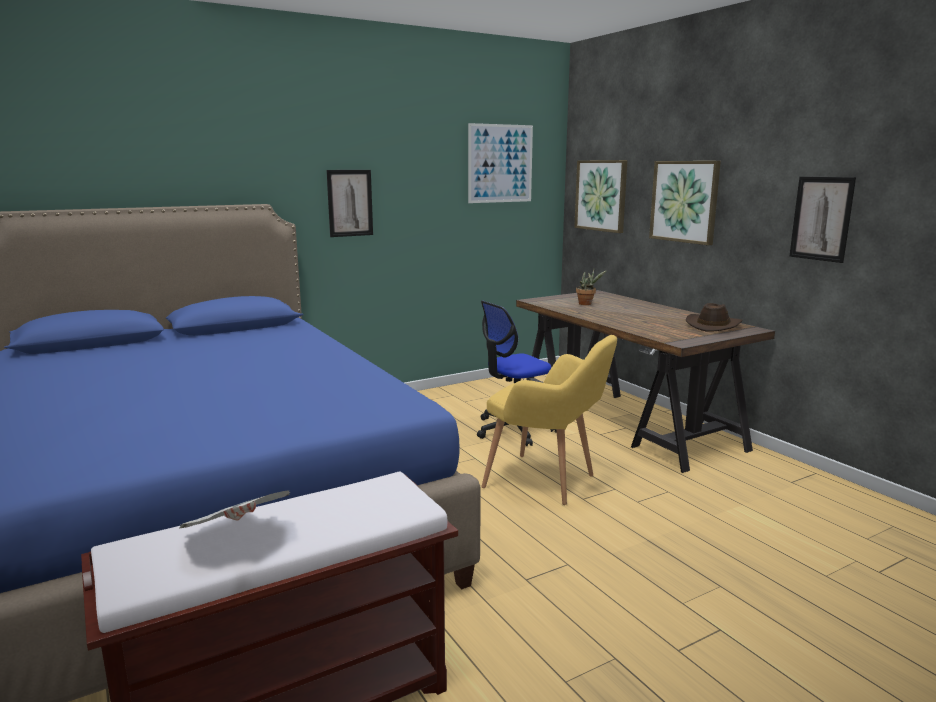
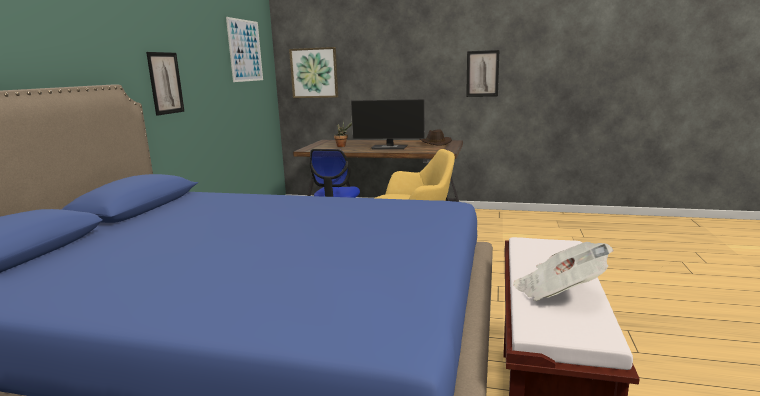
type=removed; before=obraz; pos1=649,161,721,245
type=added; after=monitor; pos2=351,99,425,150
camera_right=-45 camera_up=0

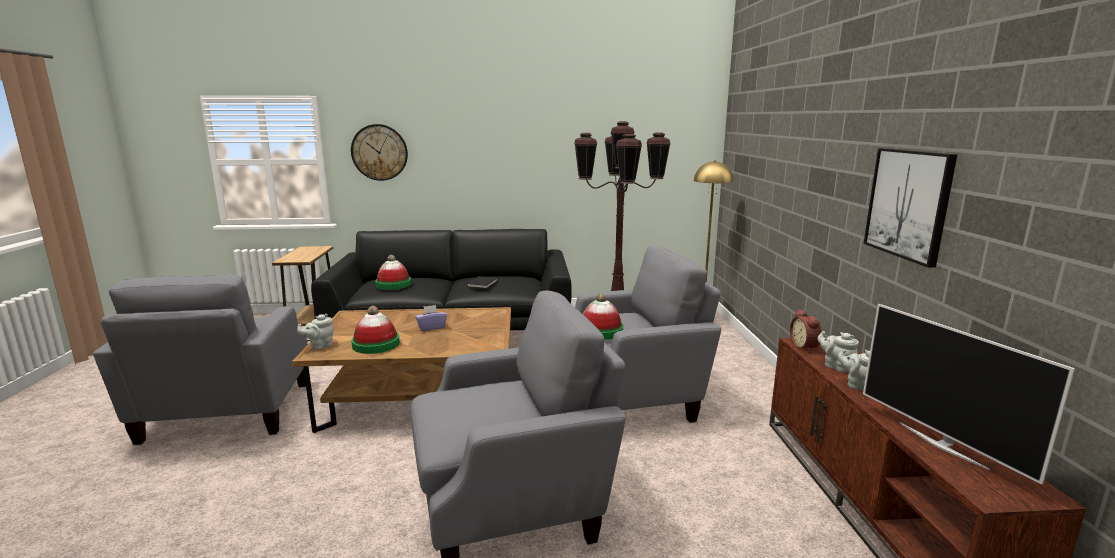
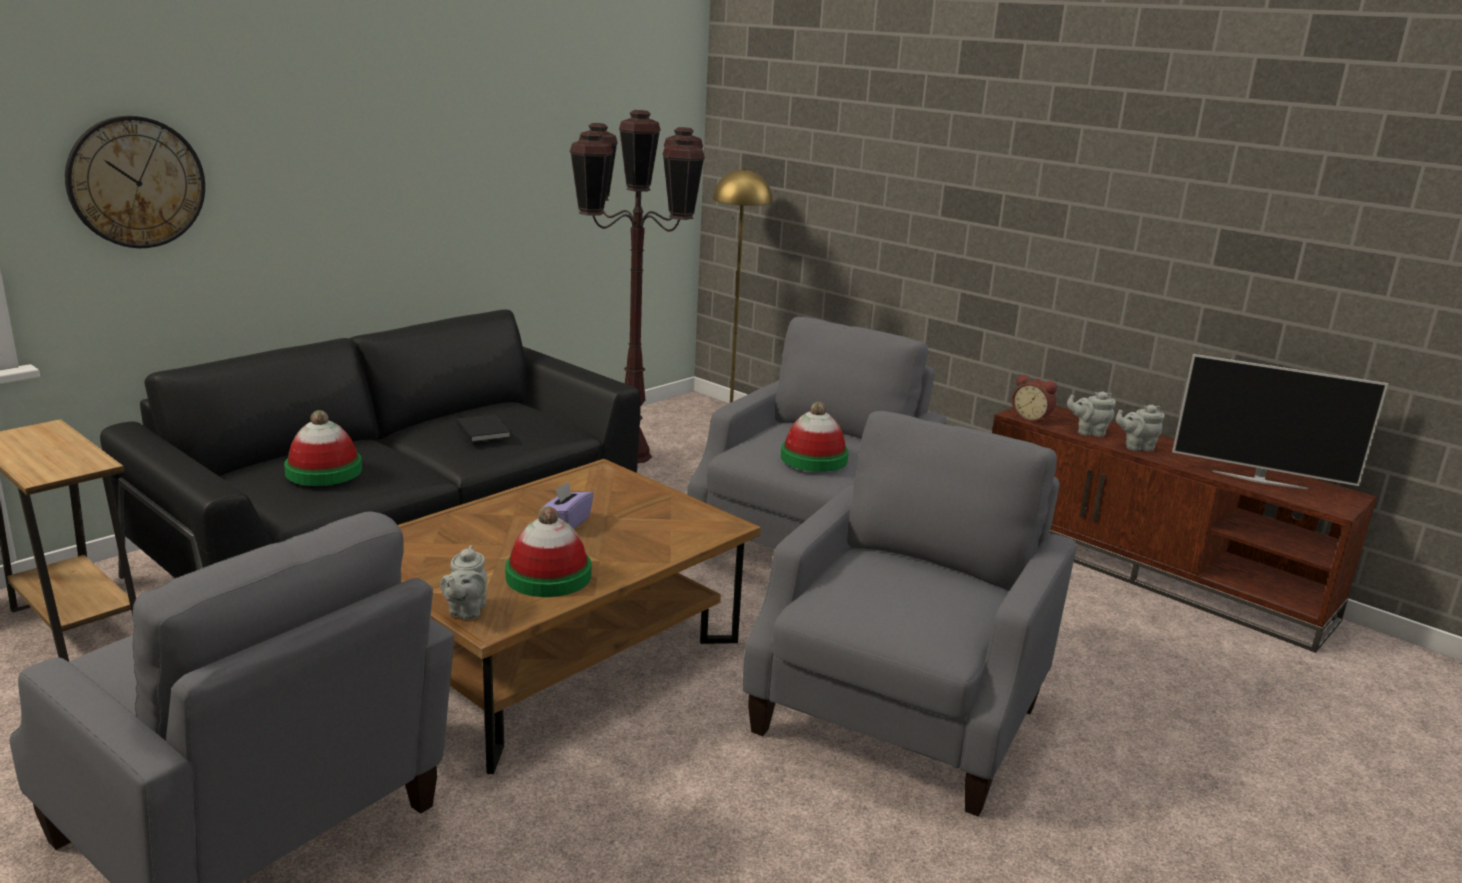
type=removed; before=obraz; pos1=863,148,957,268
camera_right=-45 camera_up=5

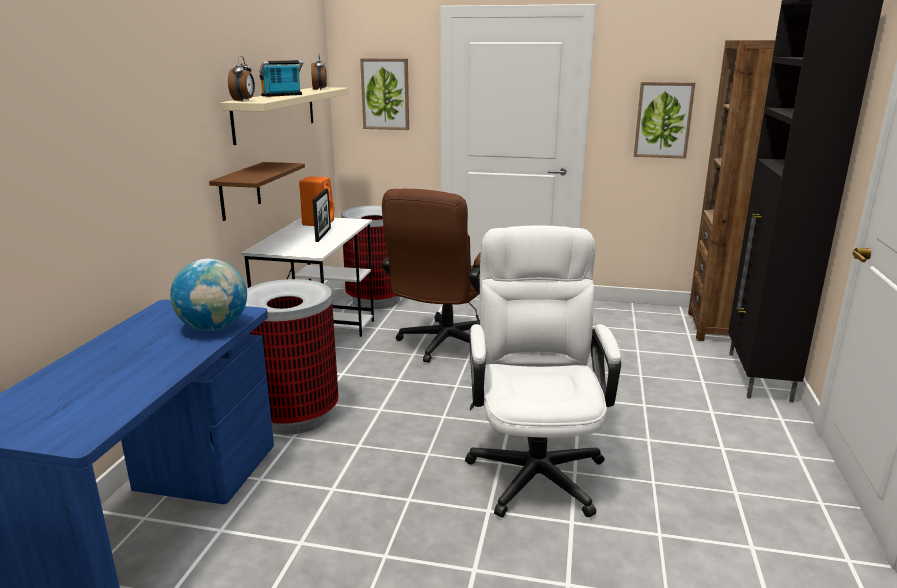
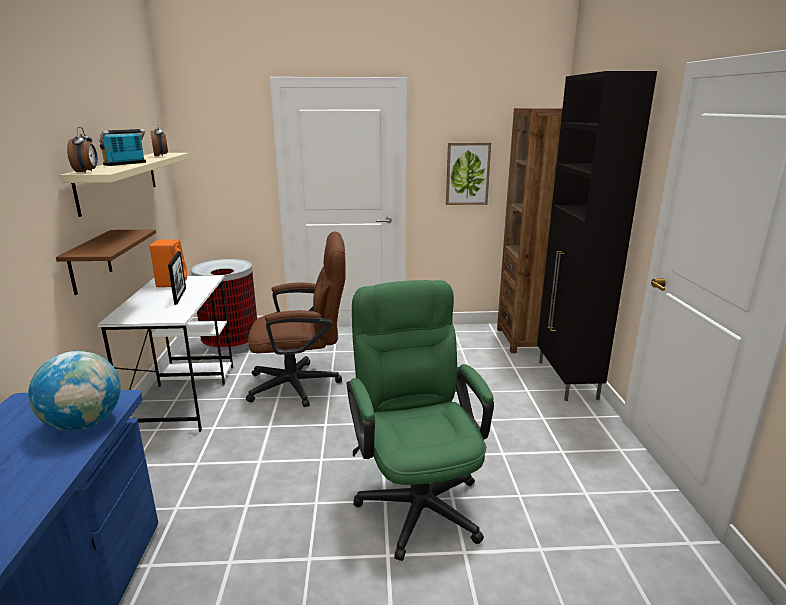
type=removed; before=kosz na śmieci; pos1=246,279,338,435
type=removed; before=obraz; pos1=360,58,409,130
type=turned; before=krzesło biurowe/brązowy; pos1=382,189,481,363; pos2=246,231,346,407; turn=-105
type=recoloured; before=krzesło biurowe/biały; after=krzesło biurowe/zielony; pos1=465,226,621,518; pos2=347,280,494,561
camera_right=-15 camera_up=0

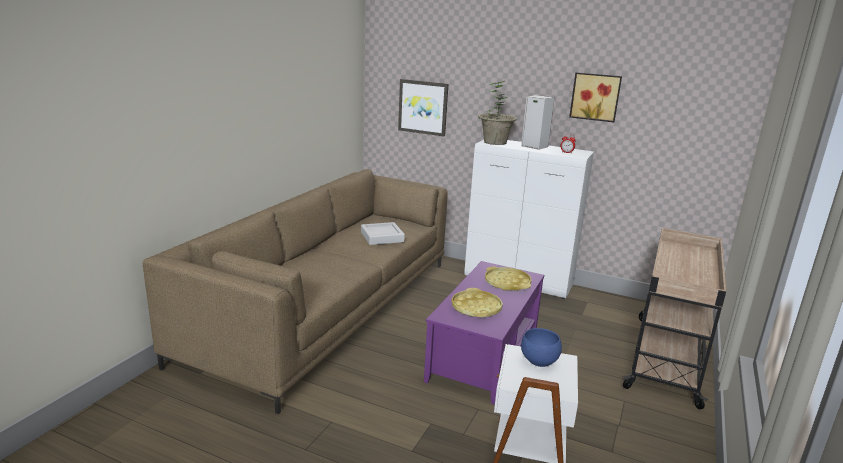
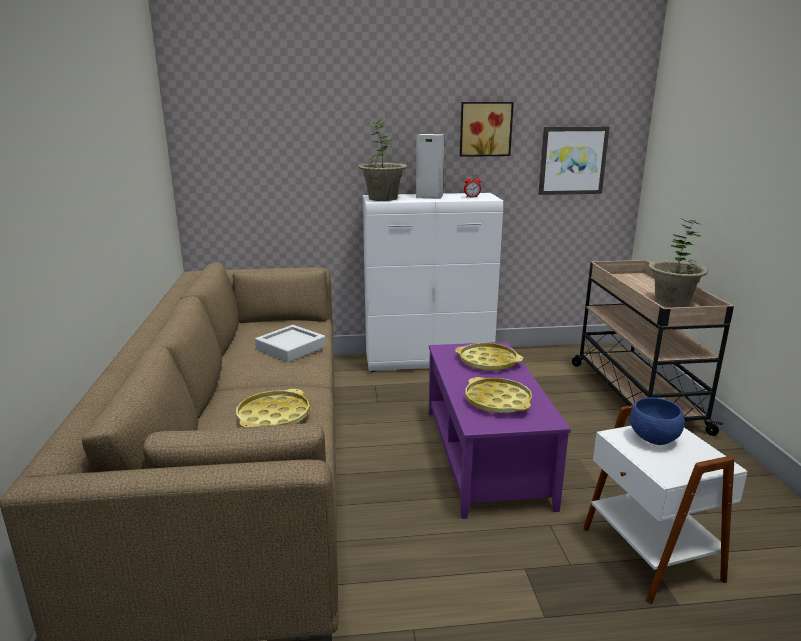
type=moved; before=obraz; pos1=398,79,448,136; pos2=539,126,610,195
type=added; after=taca/żółty; pos2=236,389,310,427
type=added; after=roślina doniczkowa; pos2=648,220,708,307
camera_right=-30 camera_up=0

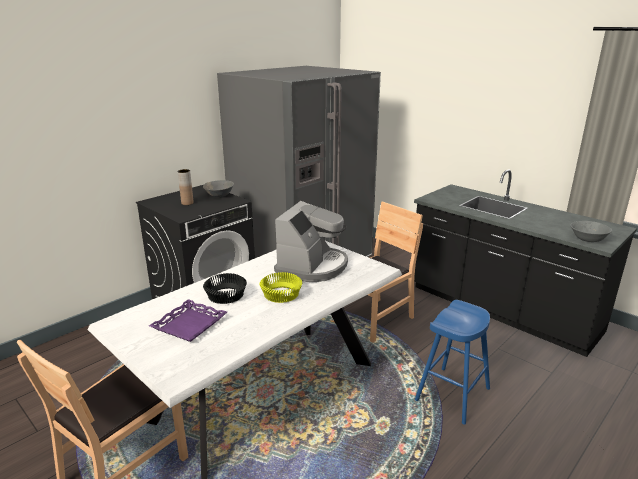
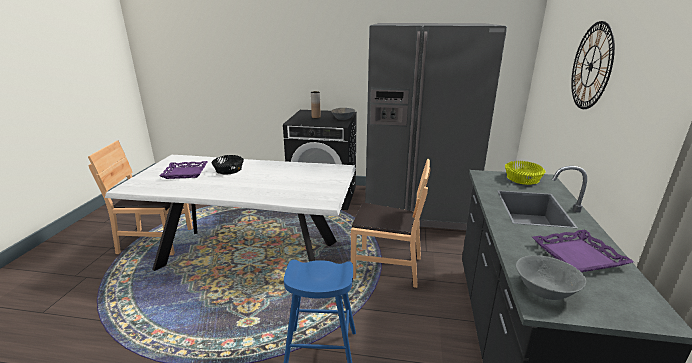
type=moved; before=miska/żółty; pos1=260,272,302,303; pos2=505,161,546,185
type=removed; before=ekspres do kawy; pos1=274,201,348,282
type=added; after=taca/fioletowy; pos2=532,229,634,272
type=added; after=zegar ścienny; pos2=571,21,615,109
camera_right=55 camera_up=0

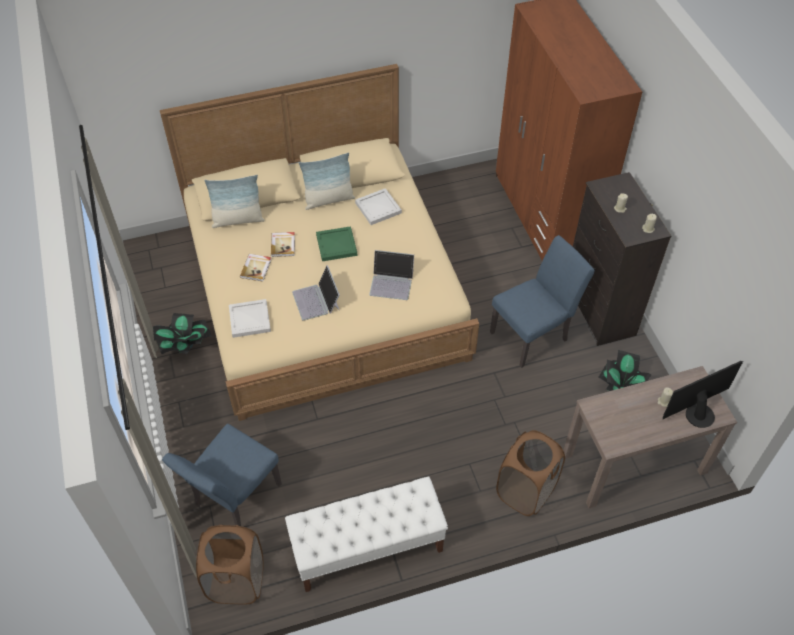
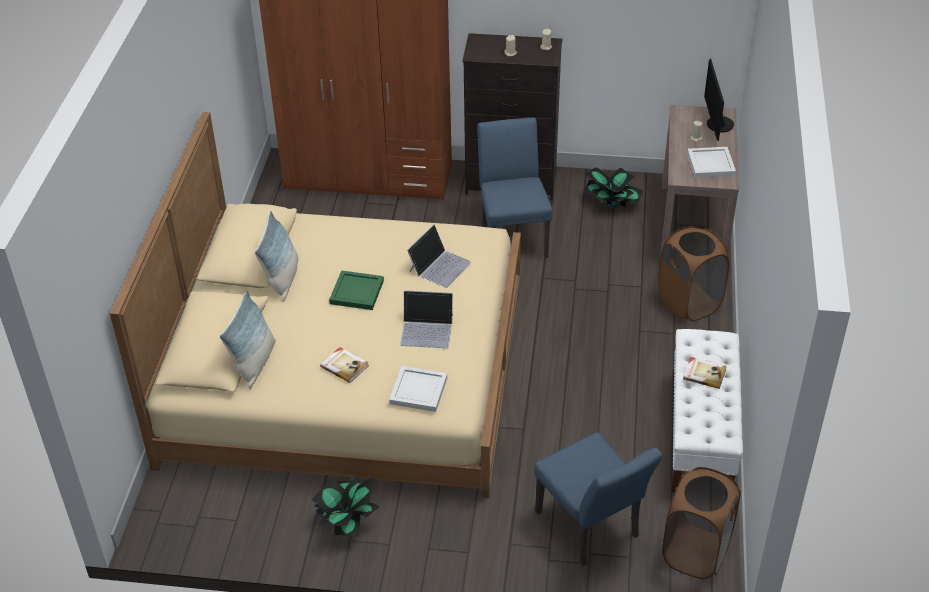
type=moved; before=książka; pos1=271,232,295,257; pos2=683,357,727,389
type=moved; before=taca/biały; pos1=355,188,402,225; pos2=687,147,736,178
camera_right=-65 camera_up=-10

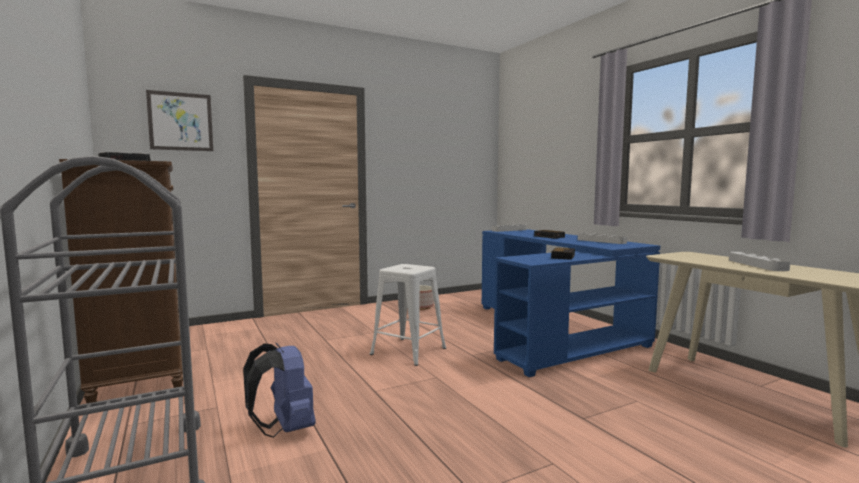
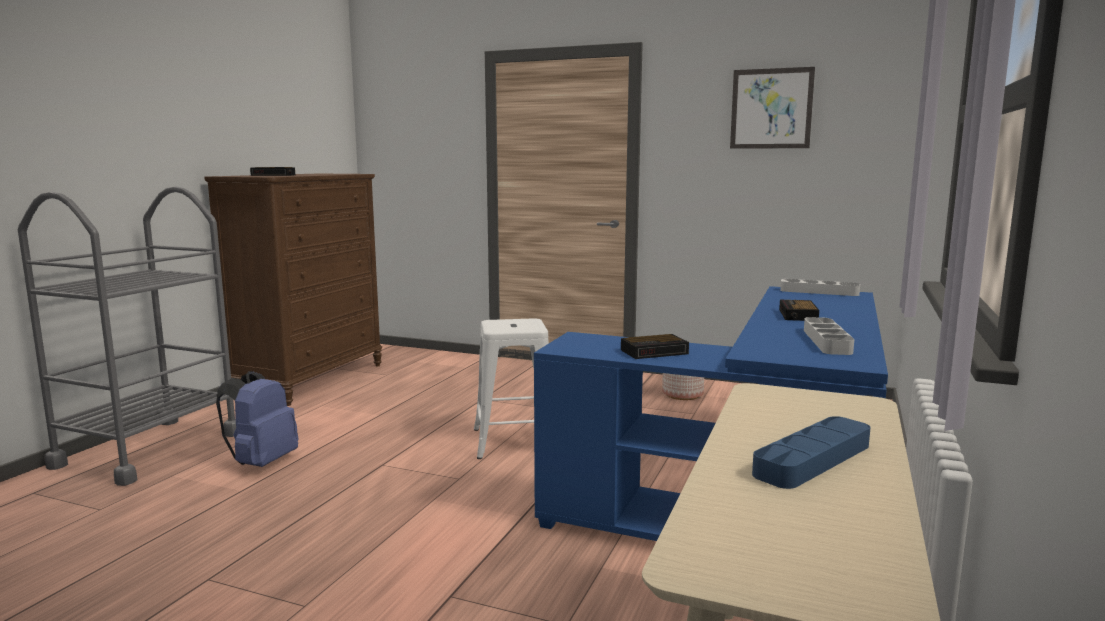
type=moved; before=obraz; pos1=146,90,213,151; pos2=730,67,815,149
type=recoloured; before=taca/szary; after=taca/niebieski; pos1=729,252,791,271; pos2=752,416,871,489
camera_right=50 camera_up=5

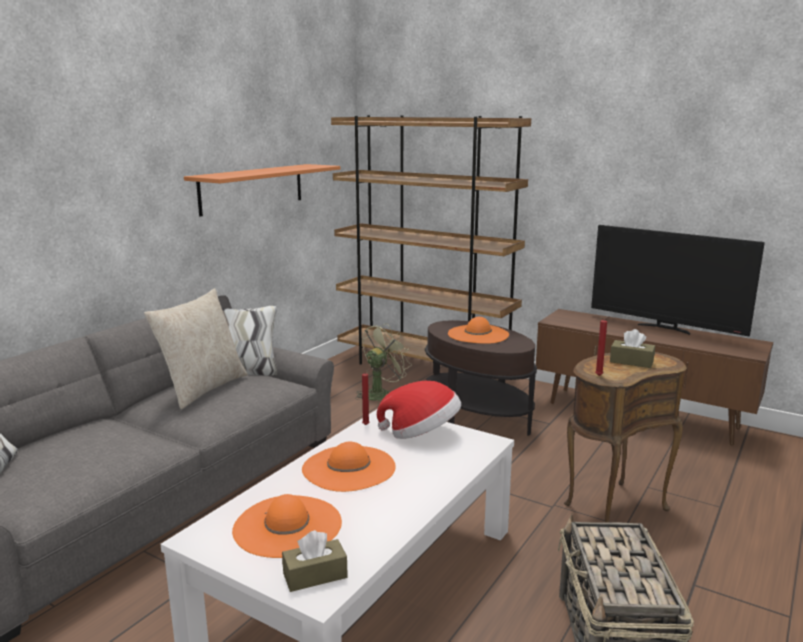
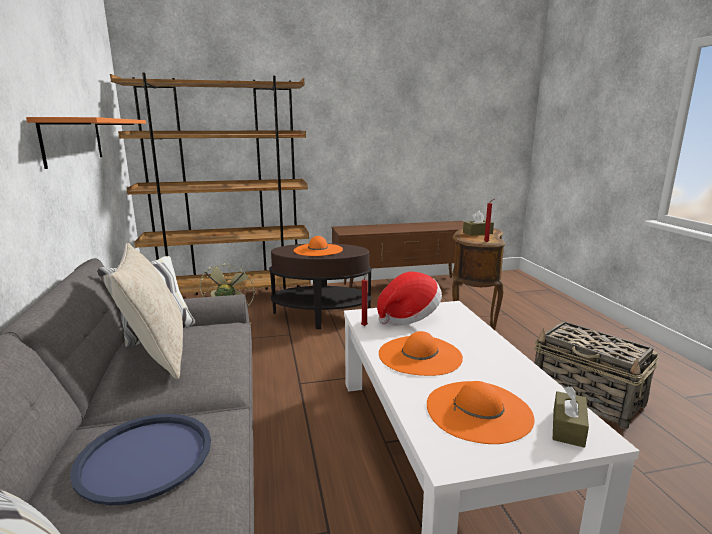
type=removed; before=telewizor; pos1=591,225,765,336
type=added; after=taca/niebieski; pos2=70,414,211,505
camera_right=-45 camera_up=0

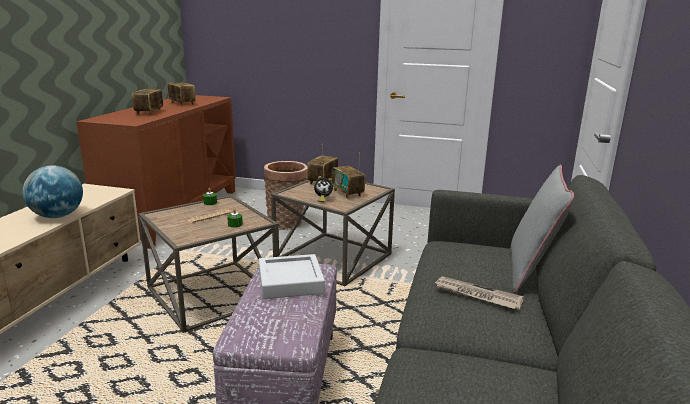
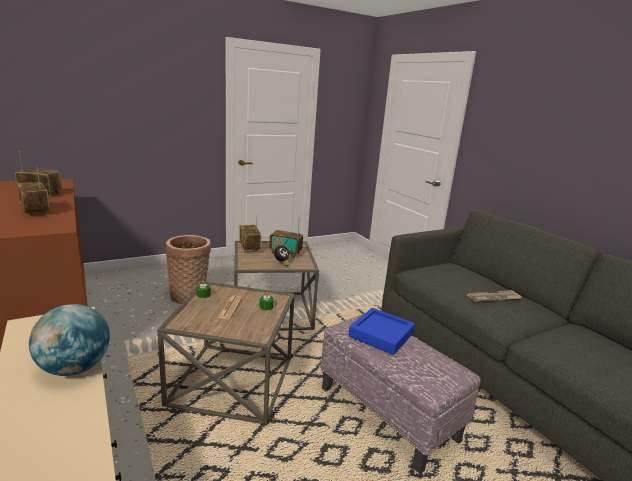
type=recoloured; before=taca/szary; after=taca/niebieski; pos1=259,254,325,299; pos2=348,308,415,355
type=removed; before=poduszka/szary; pos1=510,165,574,293
camera_right=-45 camera_up=0

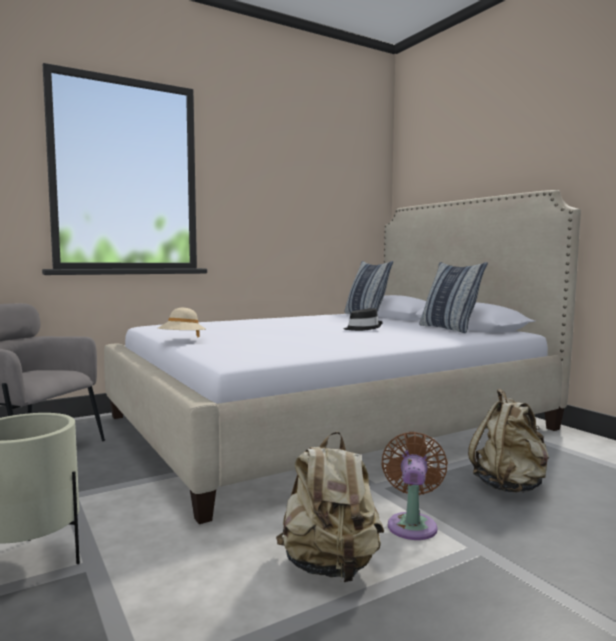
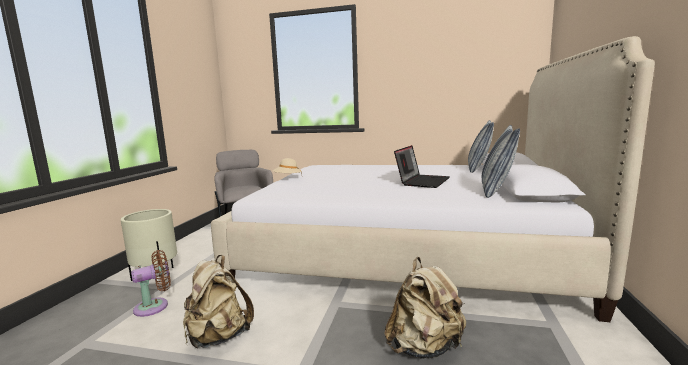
type=replaced; before=kapelusz/czarny; after=laptop; pos1=343,308,383,331; pos2=394,145,450,188
type=moved; before=wentylator/brązowy; pos1=381,432,448,540; pos2=131,250,171,317
camera_right=45 camera_up=5

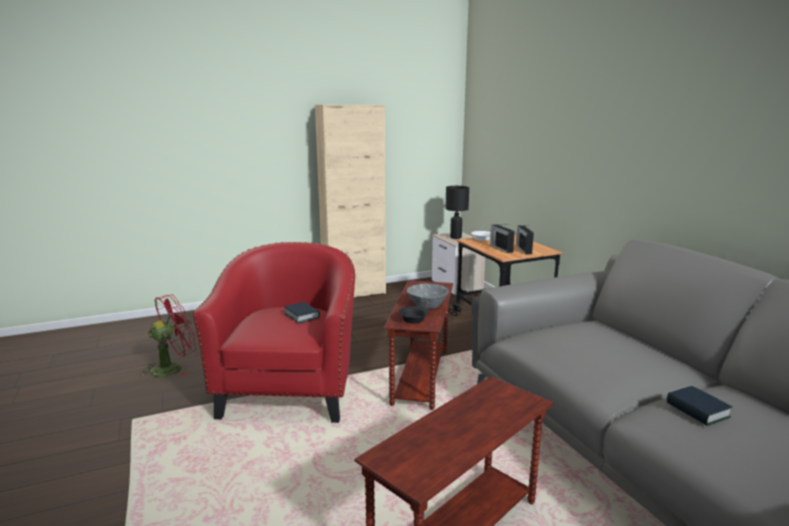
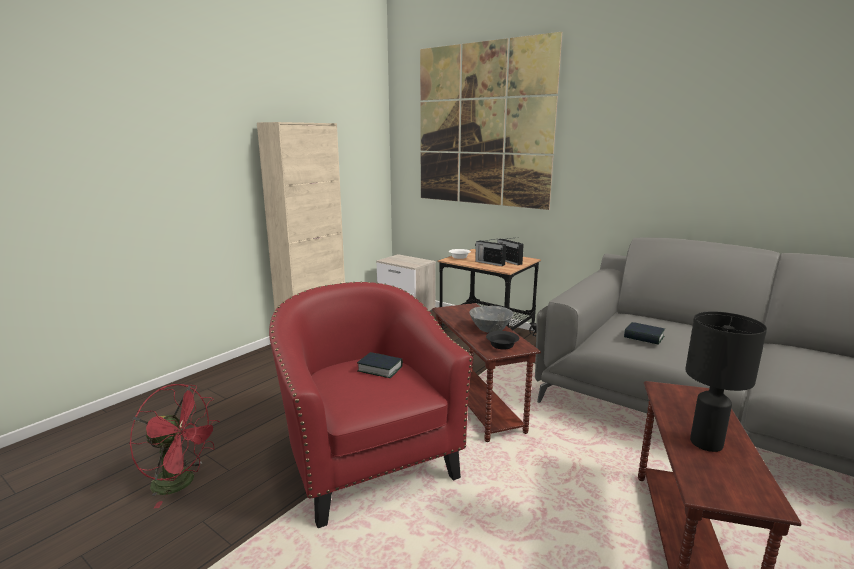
type=turned; before=wentylator/czerwony; pos1=141,294,196,377; pos2=129,384,220,508; turn=90
type=moved; before=lampa stołowa/czarny; pos1=445,186,469,239; pos2=685,311,767,452
type=moved; before=książka; pos1=667,386,733,426; pos2=624,322,665,345
type=added; after=obraz; pos2=420,32,562,210
camera_right=-30 camera_up=0

